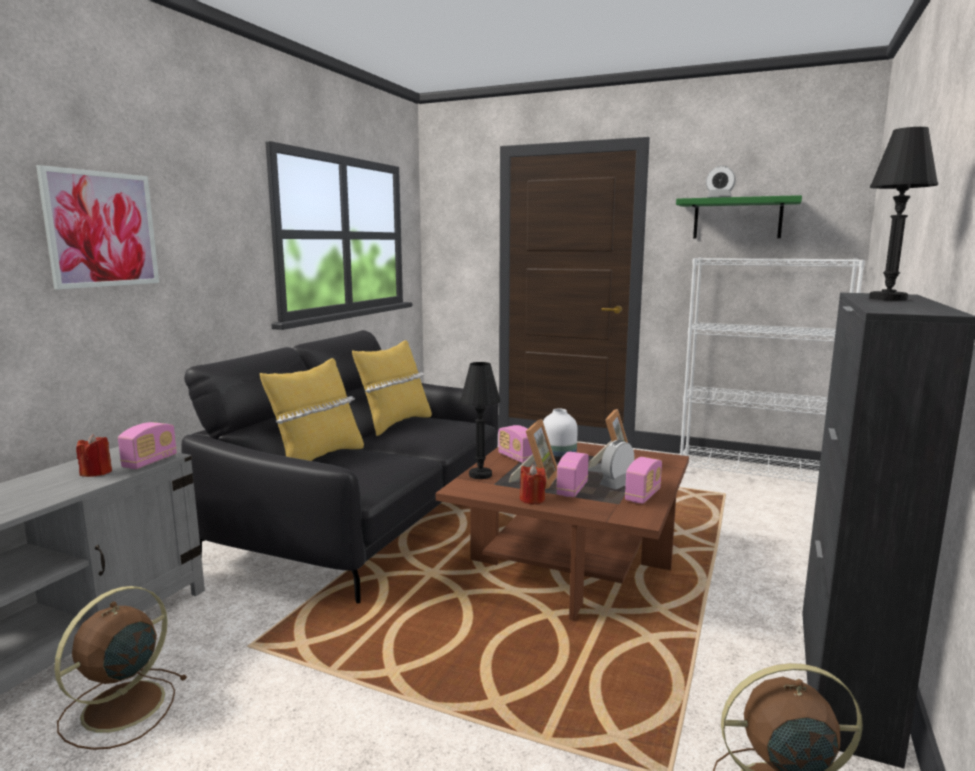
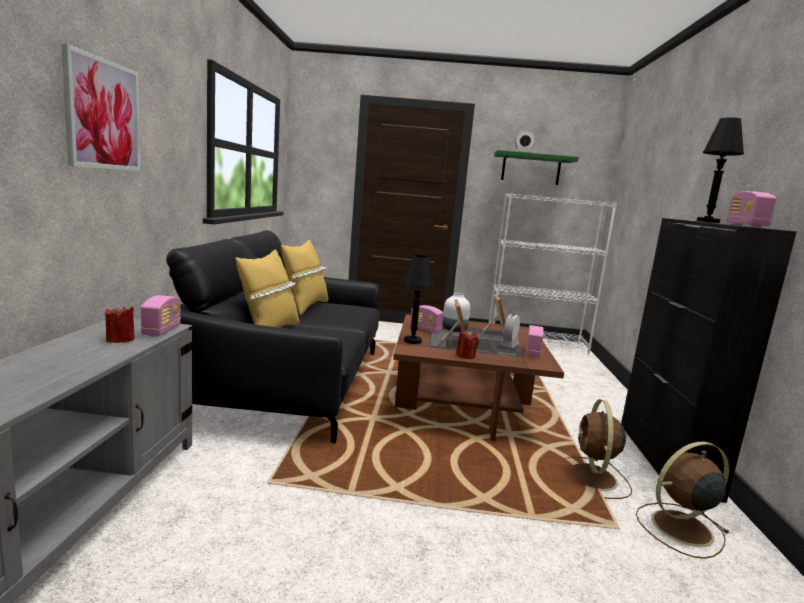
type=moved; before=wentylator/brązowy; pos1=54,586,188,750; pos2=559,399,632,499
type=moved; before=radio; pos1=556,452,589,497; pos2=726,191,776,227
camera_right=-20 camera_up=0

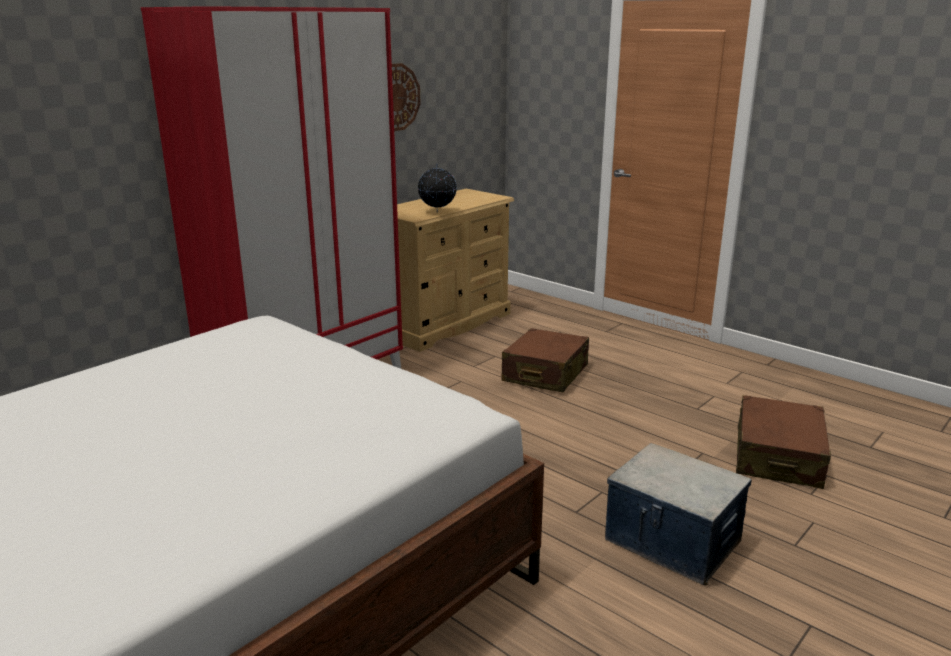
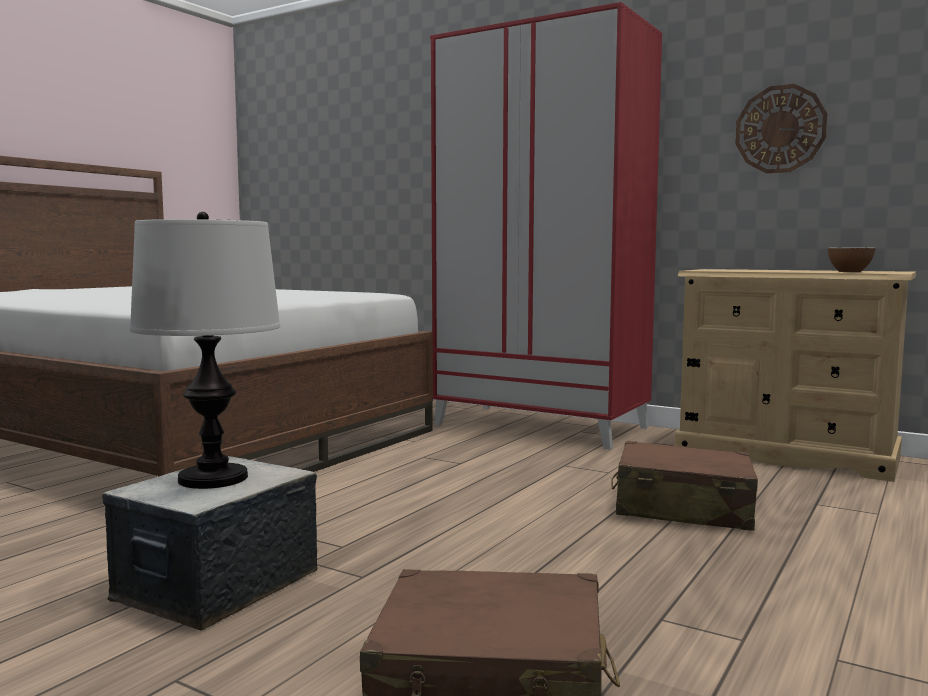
type=removed; before=globus; pos1=418,163,457,213
type=added; after=lampa stołowa; pos2=130,212,280,489
type=added; after=miska/brązowy; pos2=828,248,876,272
camera_right=80 camera_up=-15

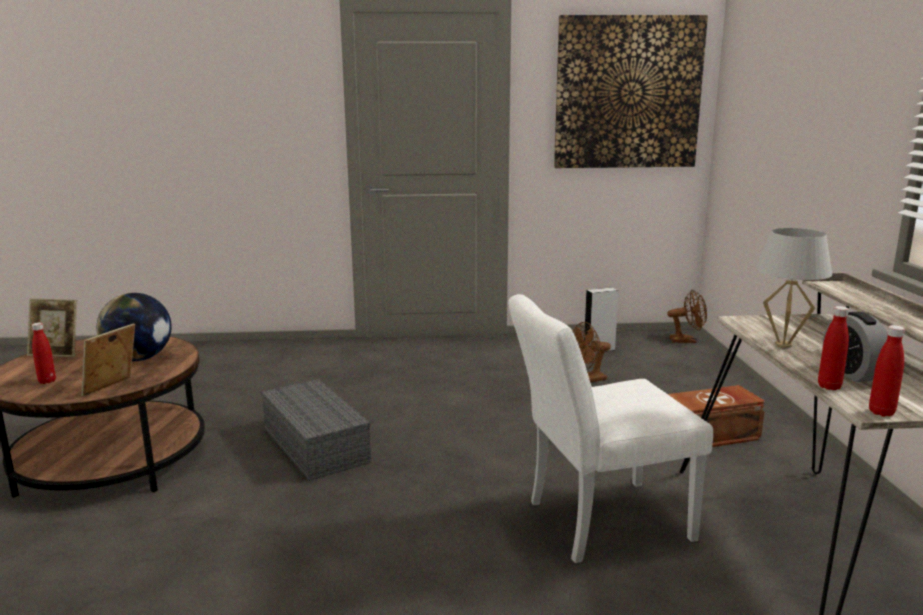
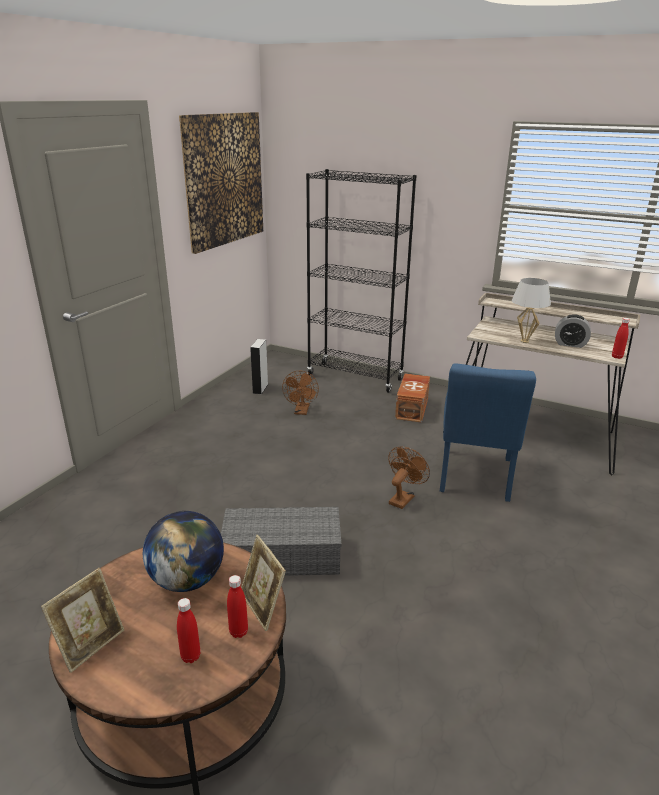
type=recoloured; before=krzesło/biały; after=krzesło/niebieski; pos1=508,294,713,563; pos2=440,363,536,502
type=moved; before=wentylator/brązowy; pos1=667,290,707,343; pos2=388,446,430,509
type=moved; before=butelka/czerwony; pos1=818,306,849,390; pos2=227,575,248,638
type=added; after=regał/czarny; pos2=306,169,417,393
camera_right=-60 camera_up=10

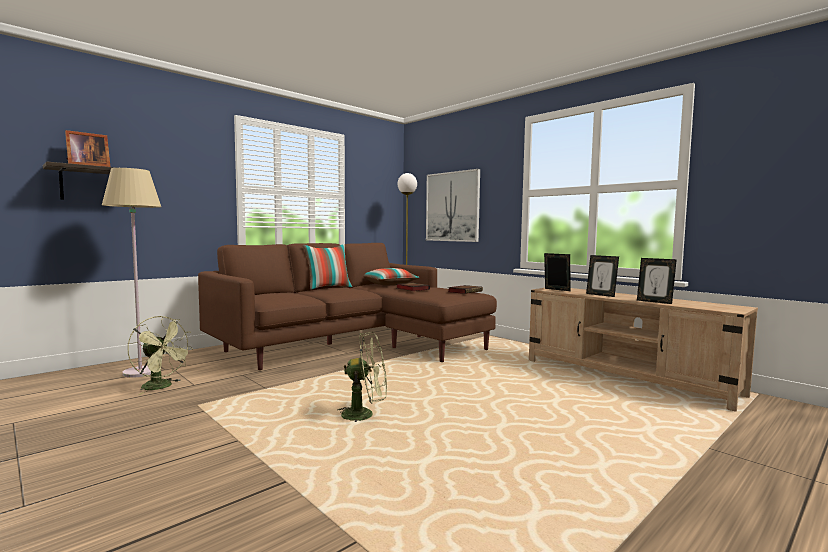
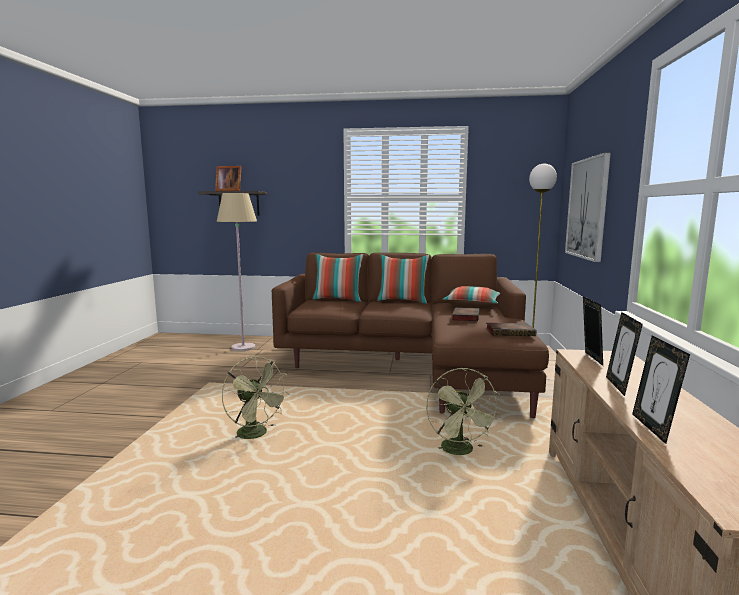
type=moved; before=wentylator/zielony; pos1=128,316,193,395; pos2=426,368,501,455
type=added; after=poduszka; pos2=312,254,363,302
camera_right=50 camera_up=5

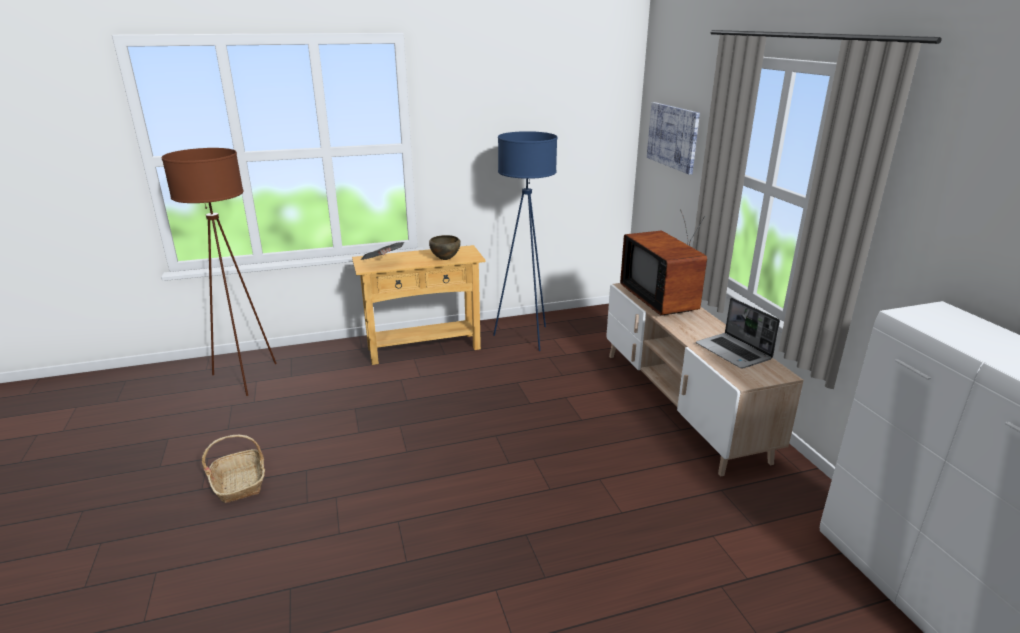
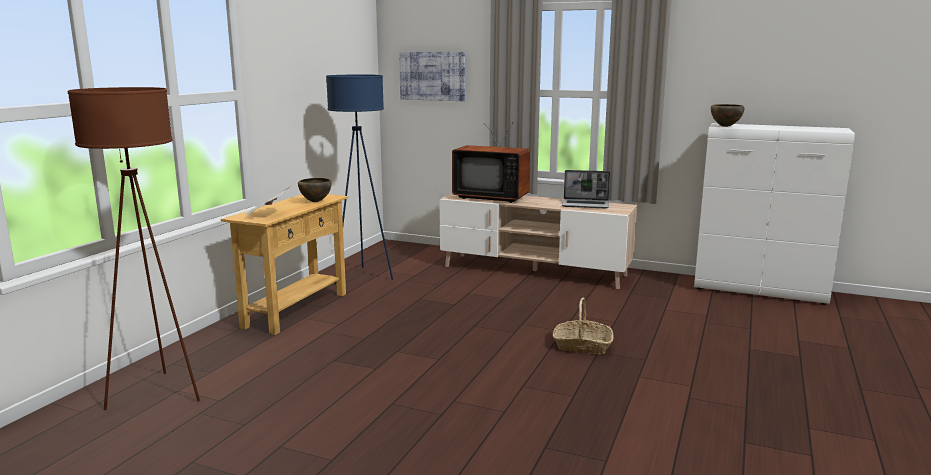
type=moved; before=koszyk; pos1=202,435,265,503; pos2=553,298,613,354
type=added; after=miska/brązowy; pos2=711,104,744,127
camera_right=-50 camera_up=-10

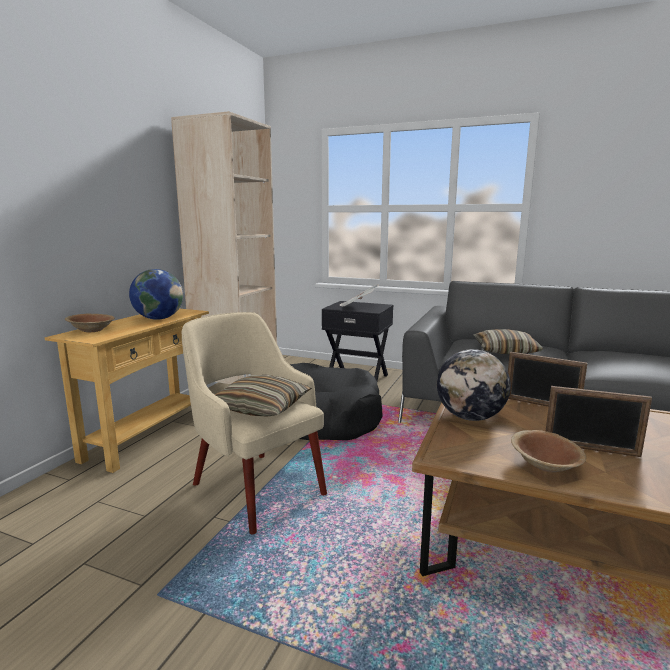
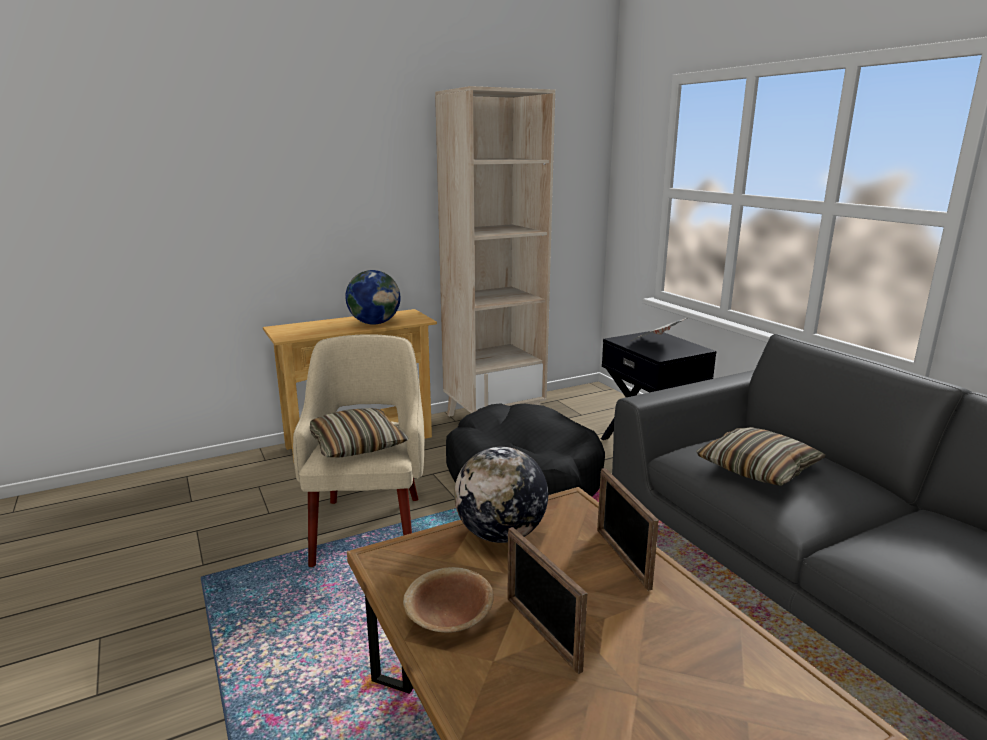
type=removed; before=miska/brązowy; pos1=65,313,115,332
camera_right=40 camera_up=5

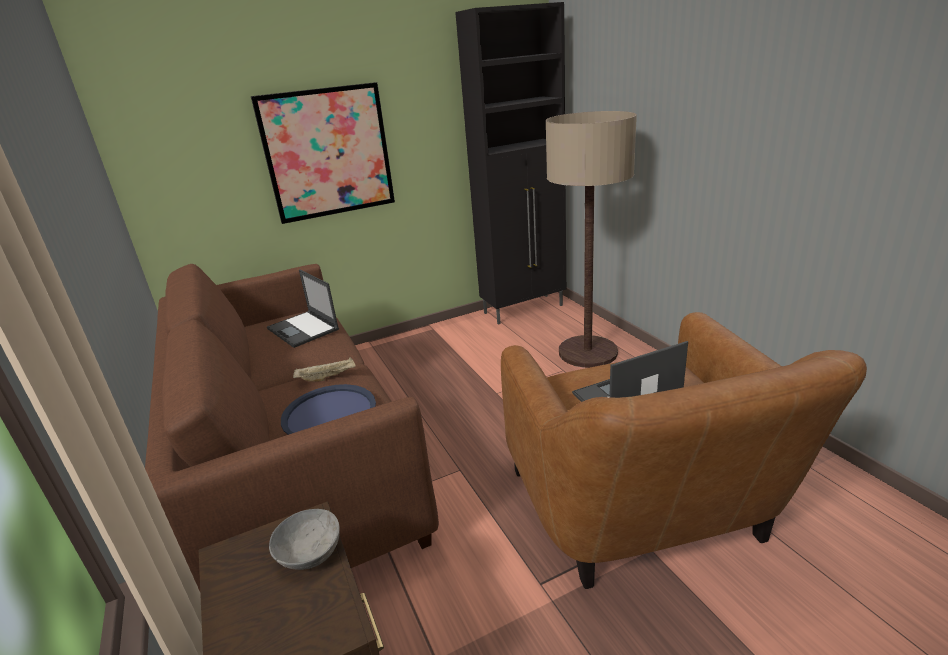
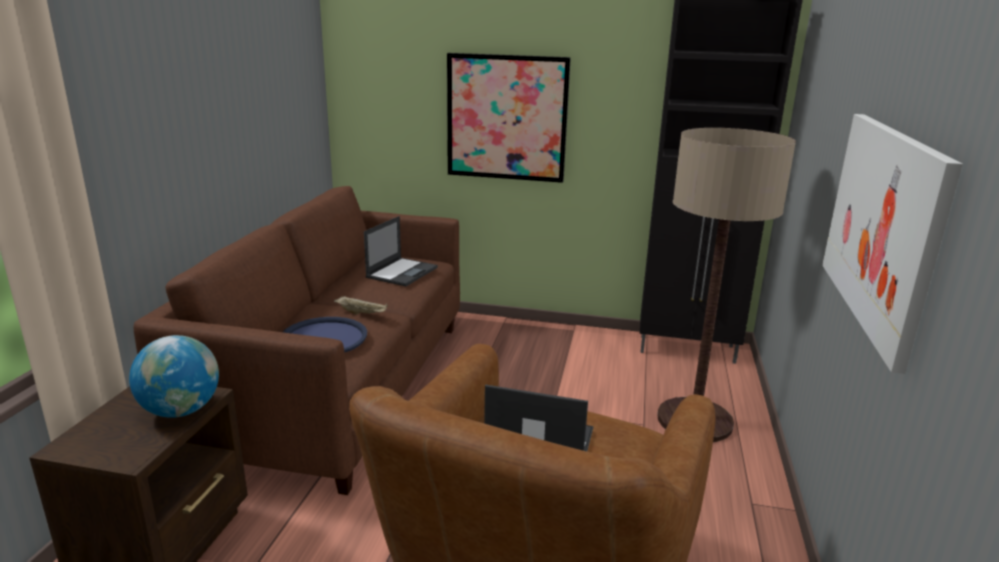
type=turned; before=laptop; pos1=267,269,339,348; pos2=364,216,438,286; turn=-150
type=replaced; before=miska/szary; after=globus; pos1=269,509,340,570; pos2=129,335,219,418
type=added; after=obraz; pos2=822,114,963,374
camera_right=35 camera_up=-5

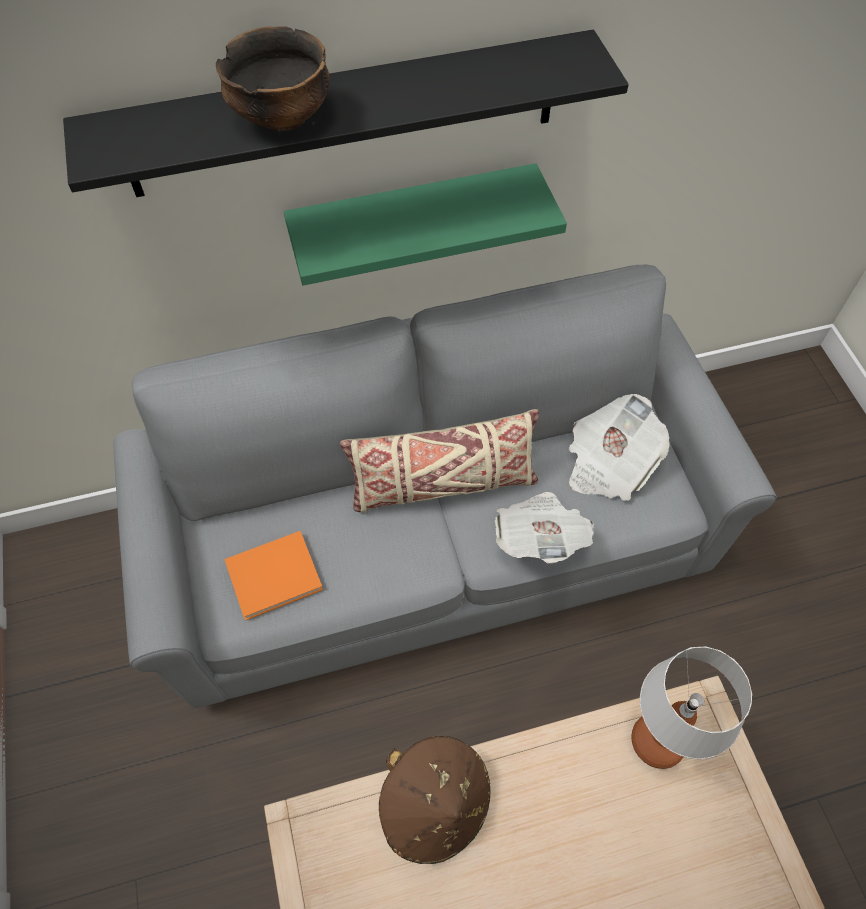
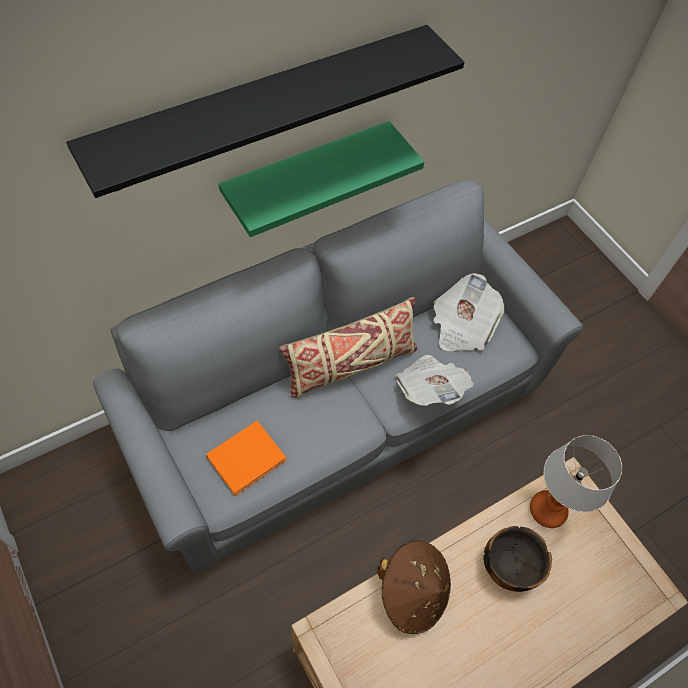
type=moved; before=miska; pos1=216,26,330,131; pos2=483,526,552,592
camera_right=-20 camera_up=0

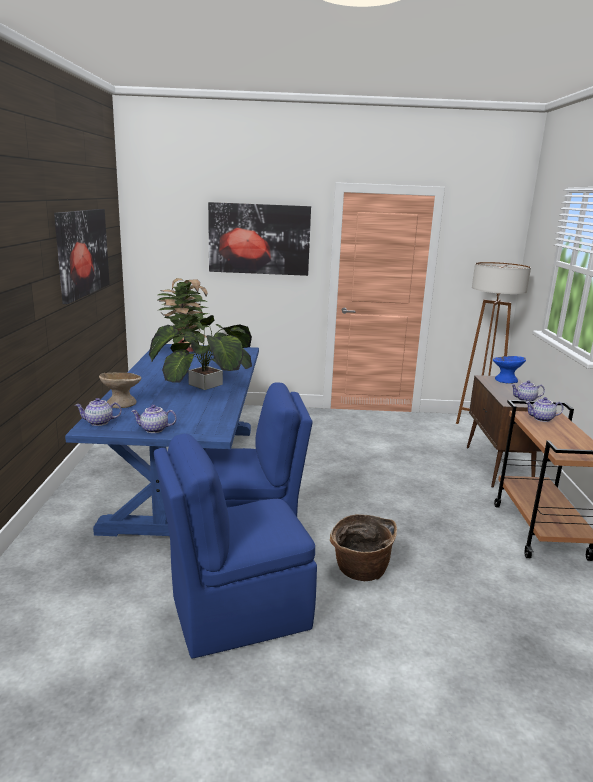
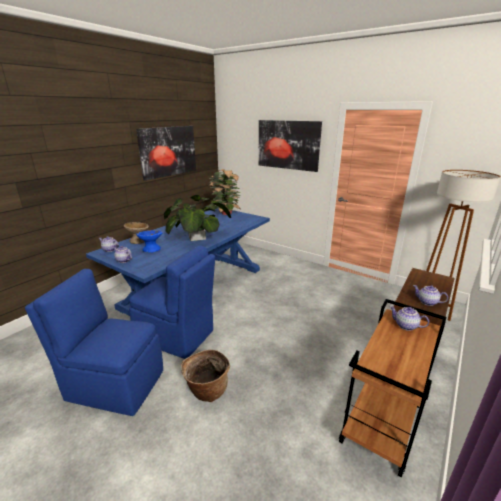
type=moved; before=miska/niebieski; pos1=493,356,526,384; pos2=136,230,163,253
camera_right=35 camera_up=5

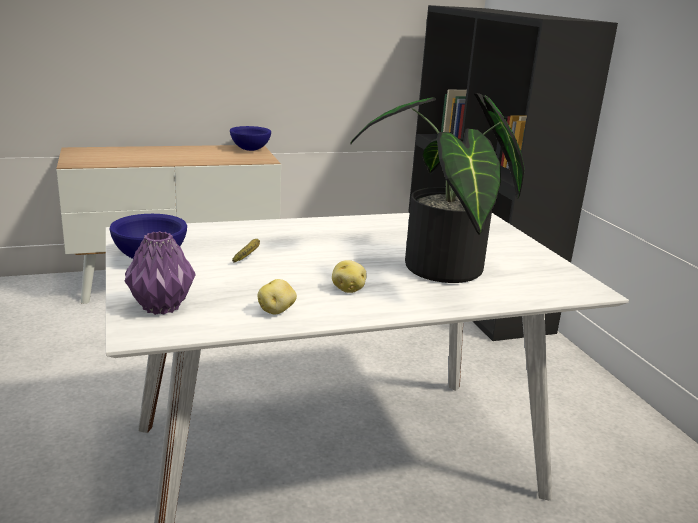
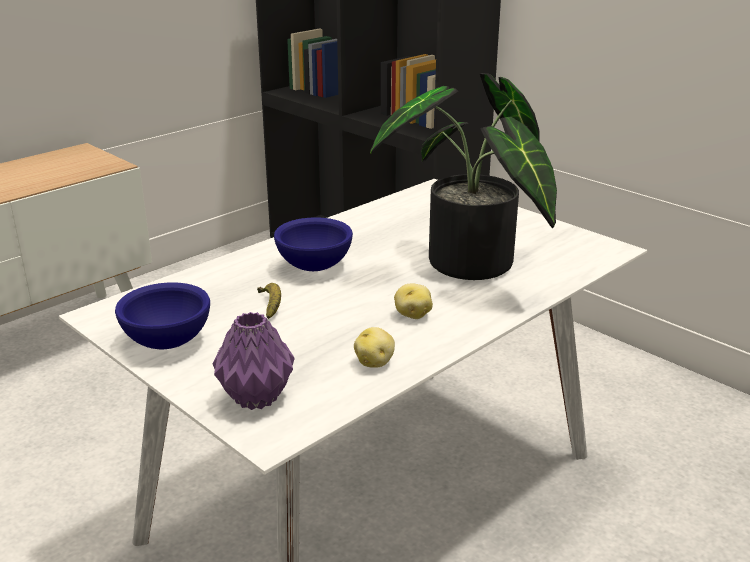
type=moved; before=miska/niebieski; pos1=230,126,271,151; pos2=274,217,353,271
camera_right=-25 camera_up=5

